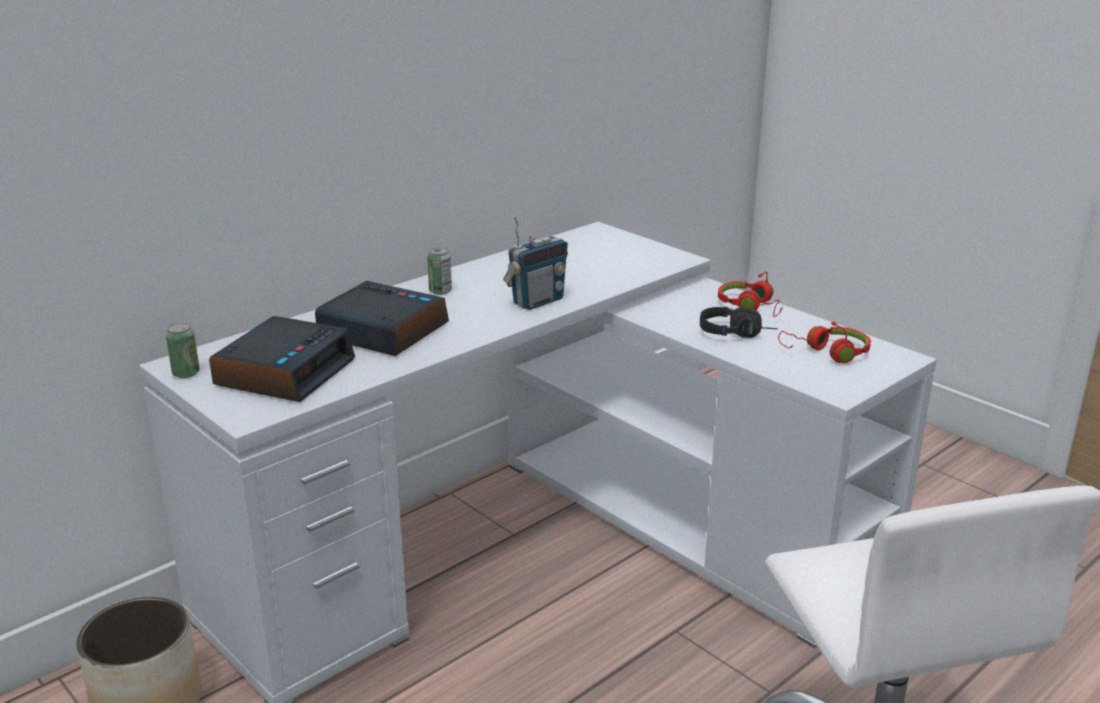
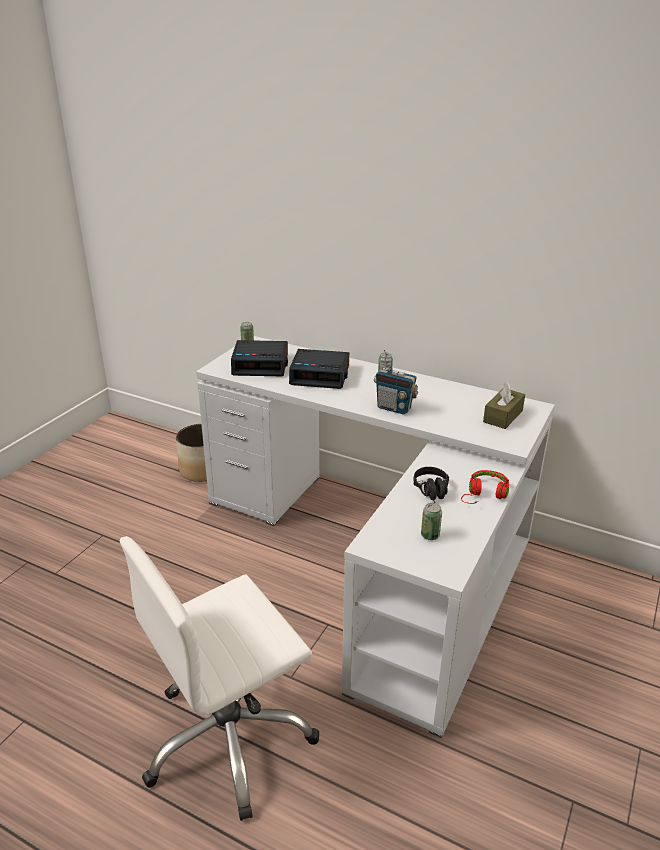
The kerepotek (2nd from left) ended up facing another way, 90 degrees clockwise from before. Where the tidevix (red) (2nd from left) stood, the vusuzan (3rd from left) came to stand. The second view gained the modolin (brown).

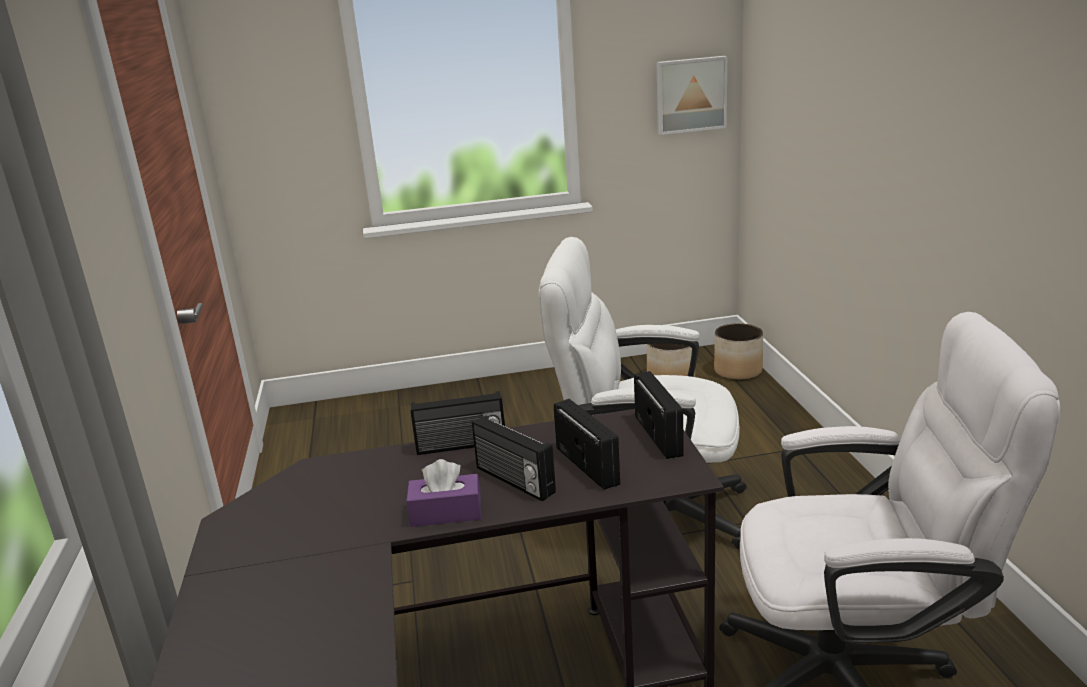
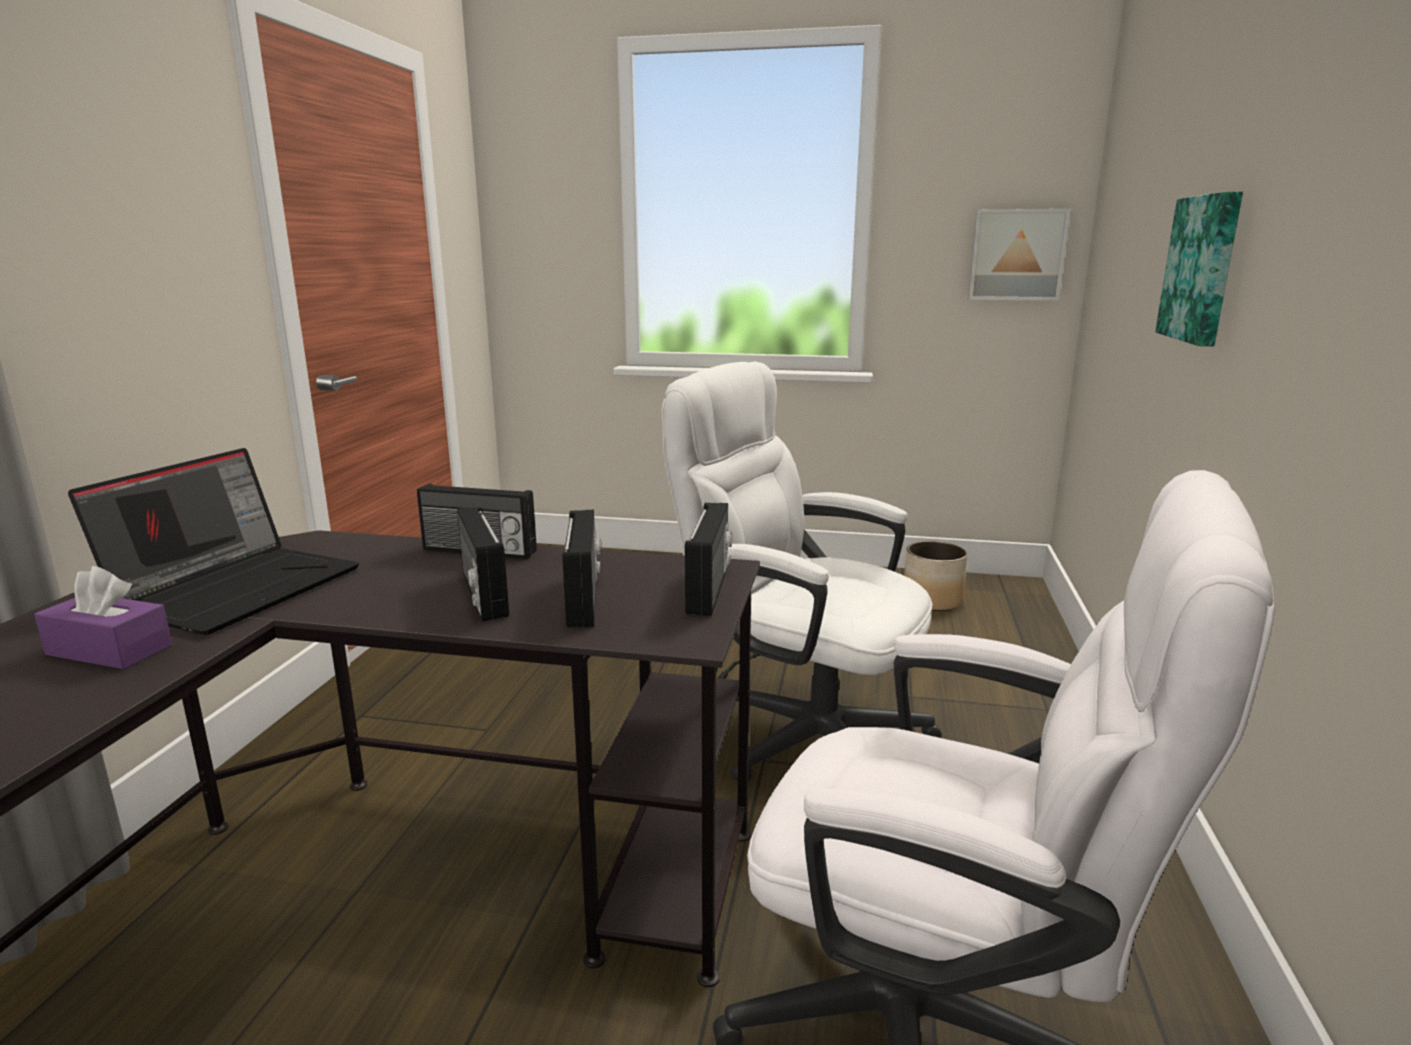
The second view lost the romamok (2nd from left). The modolin (purple) ended up elsewhere. The second view gained the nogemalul (2nd from left). The second view gained the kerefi.

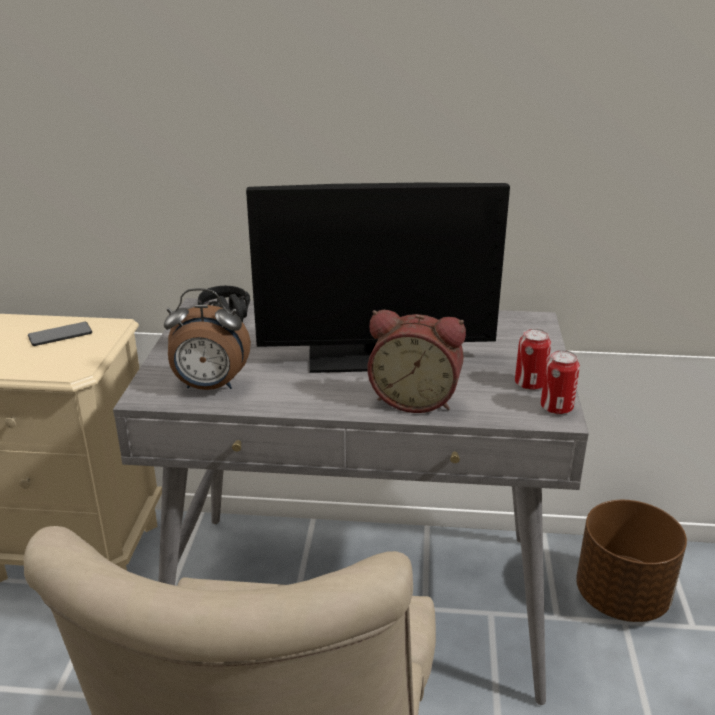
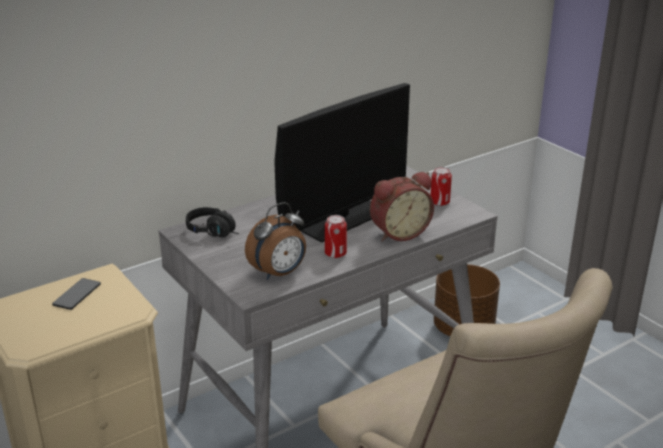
The vusuzan (2nd from left in the first image) ended up elsewhere.

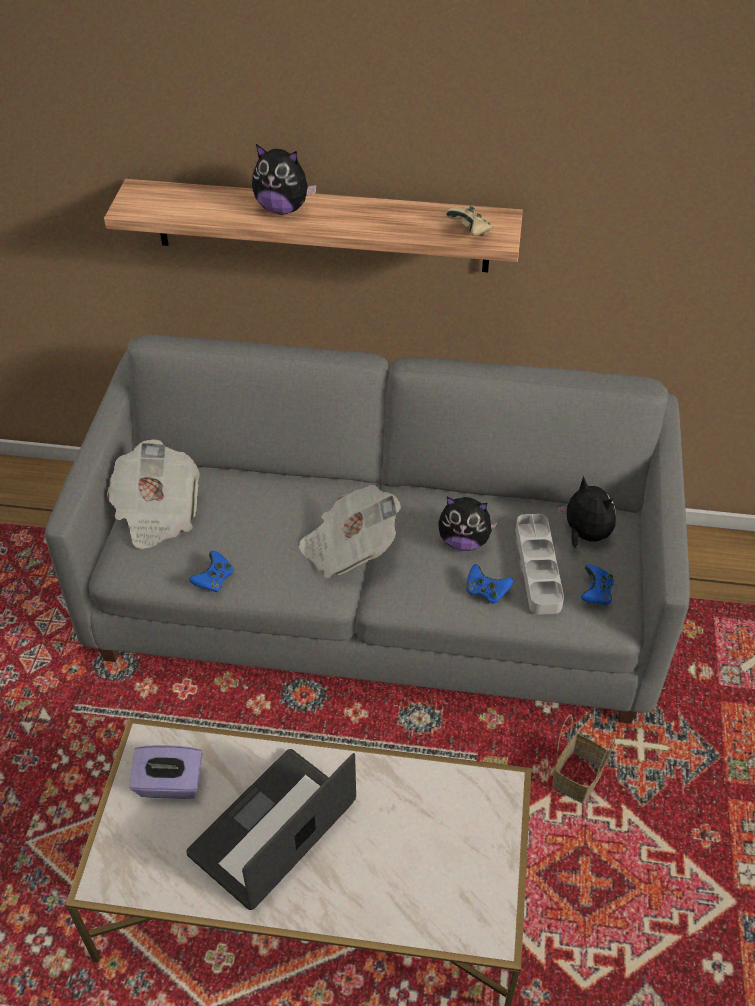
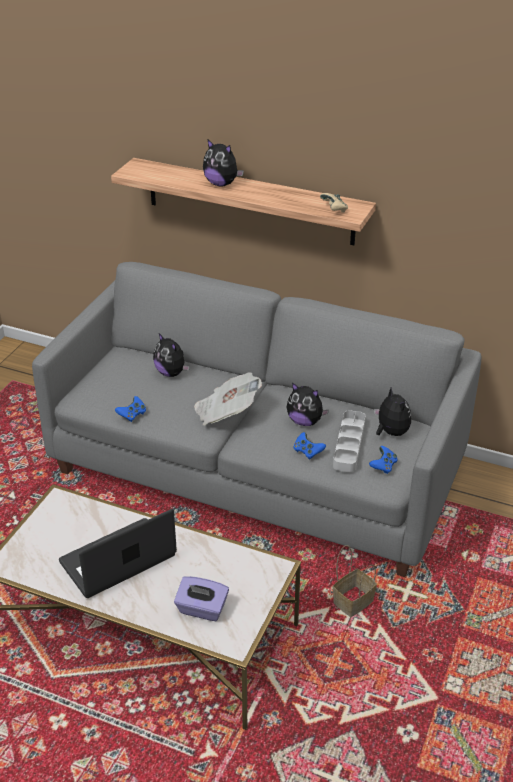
The second view lost the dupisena (1st from left). The modolin (purple) ended up elsewhere. The second view gained the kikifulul (1st from left).

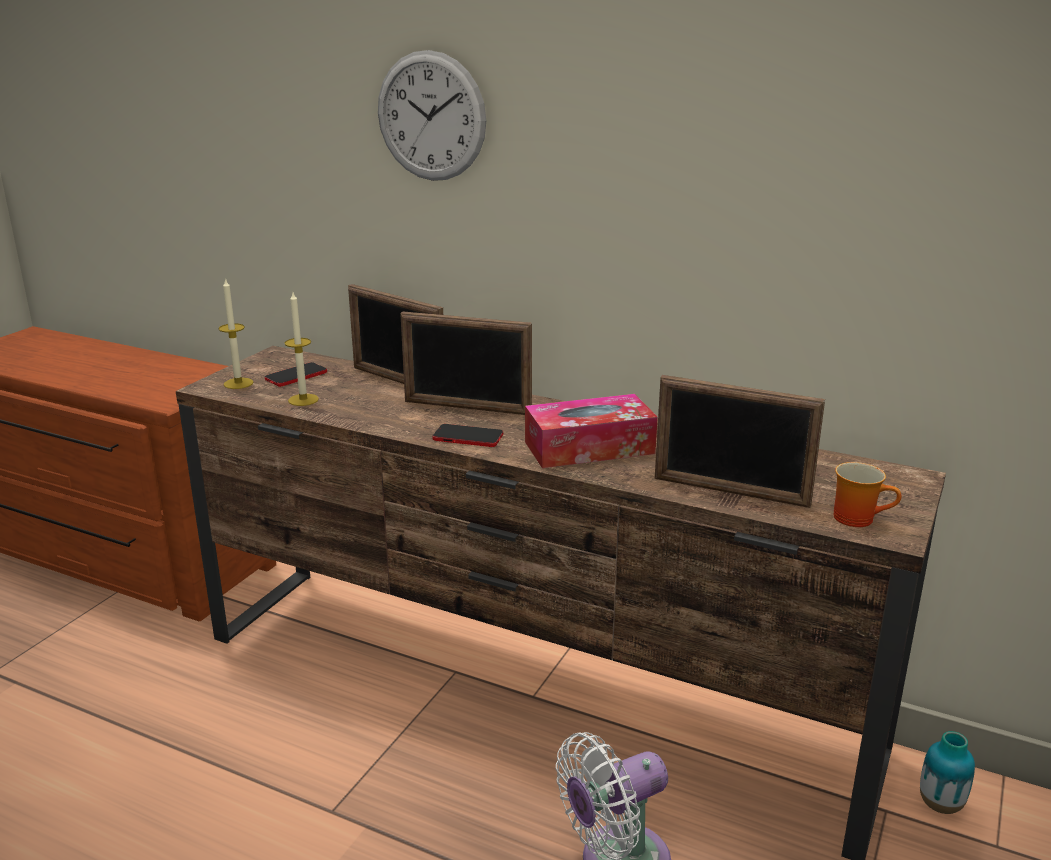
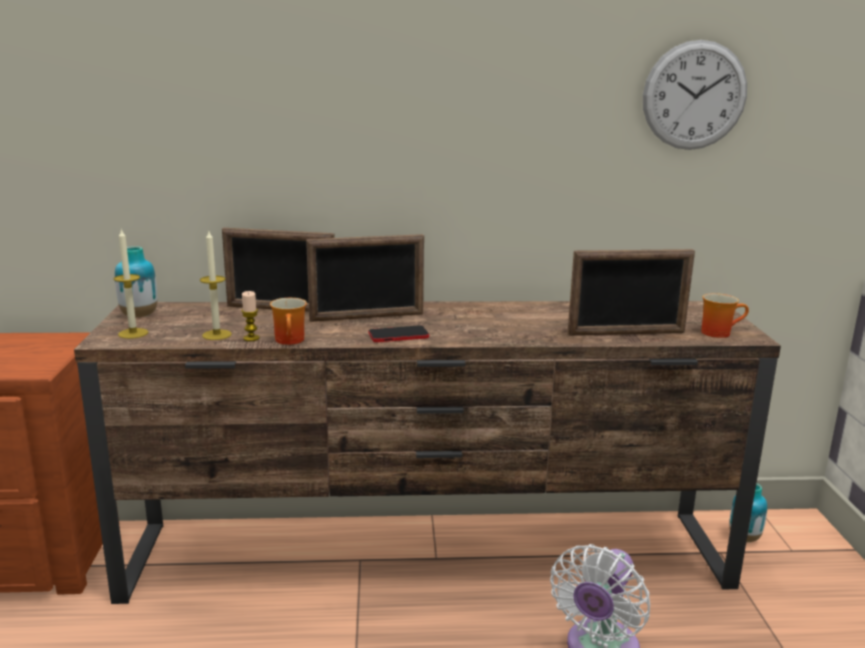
The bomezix ended up elsewhere. The second view lost the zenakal (1st from left). The second view lost the modolin. The second view gained the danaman (1st from left). The second view gained the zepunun (3rd from left). The second view gained the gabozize (1st from left).

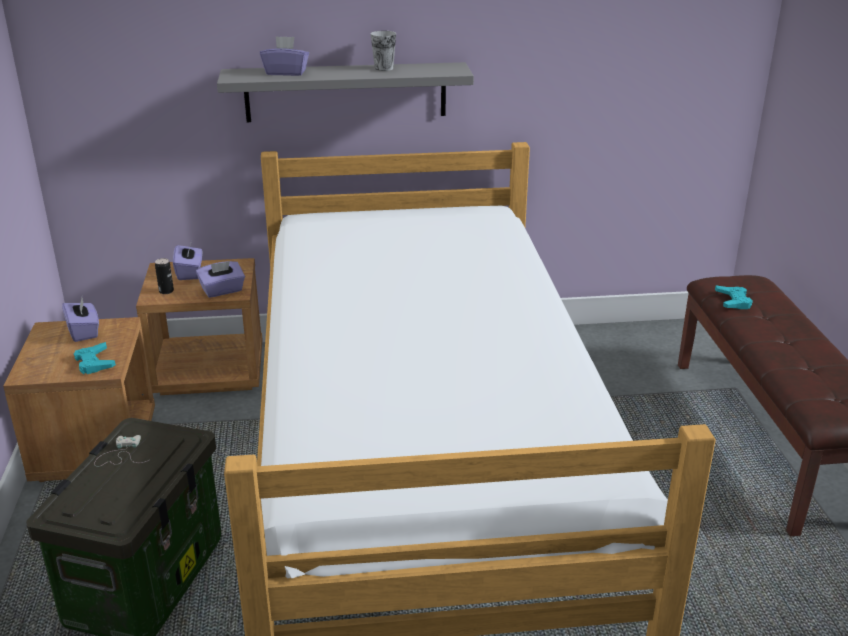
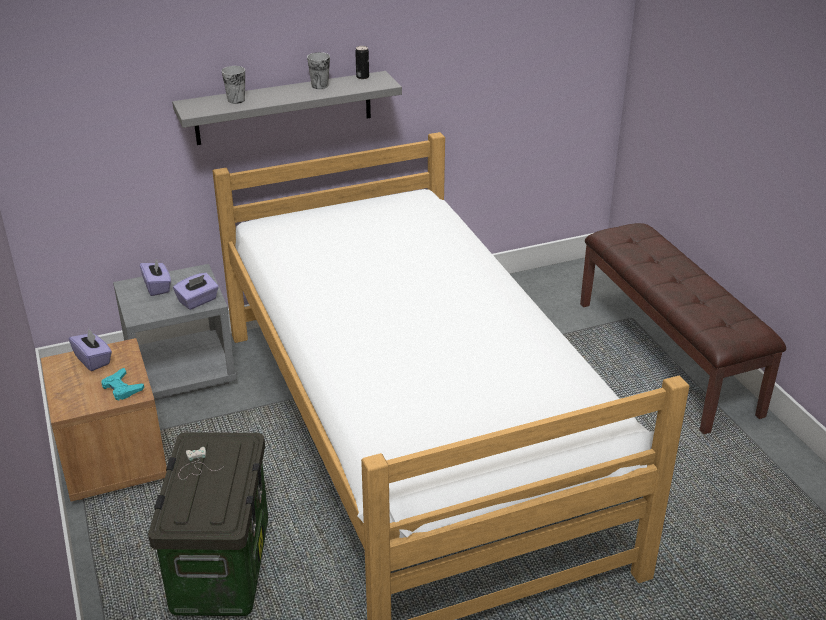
Where the modolin (purple) (4th from left) stood, the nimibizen (1st from left) came to stand. What was the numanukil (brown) (2nd from left) turned into the numanukil (grey). The vusuzan ended up elsewhere. The second view lost the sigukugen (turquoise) (2nd from left).

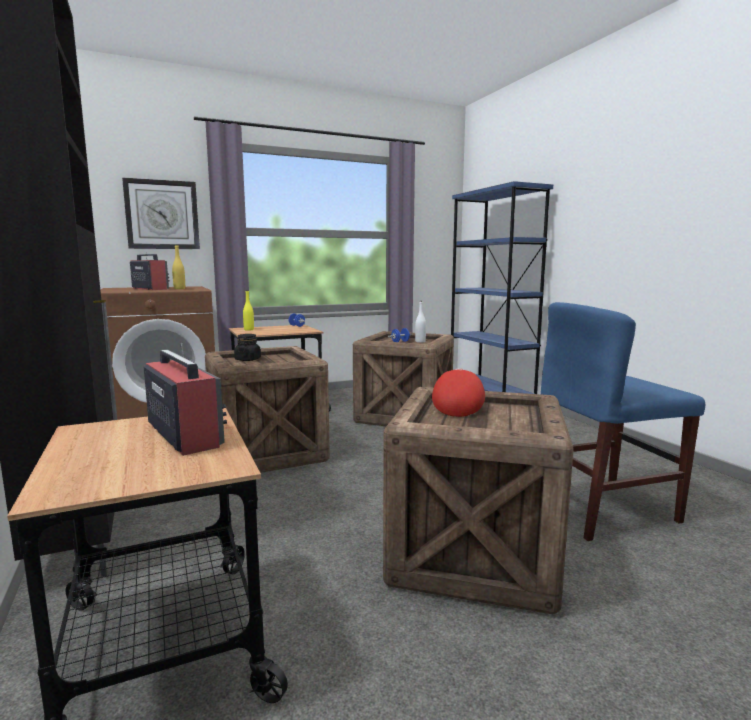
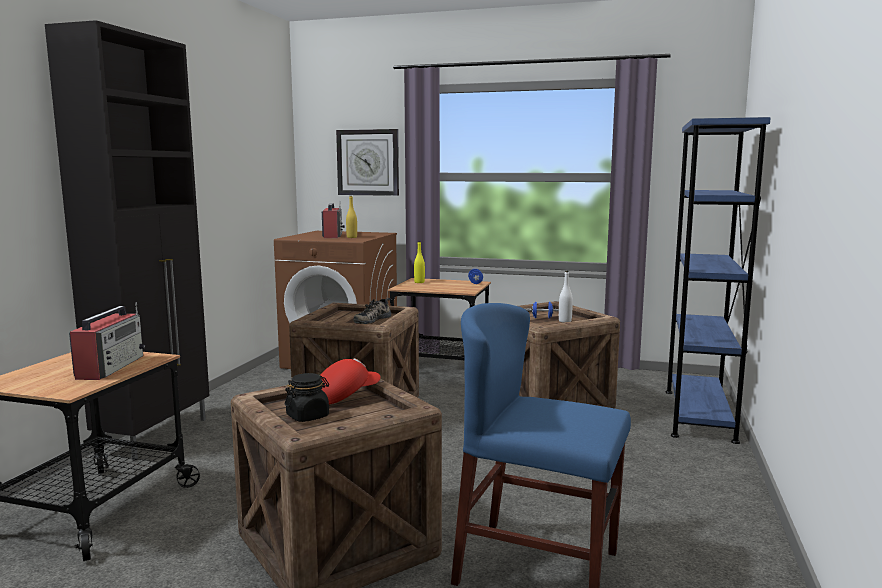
The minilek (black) ended up elsewhere. The second view gained the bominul.

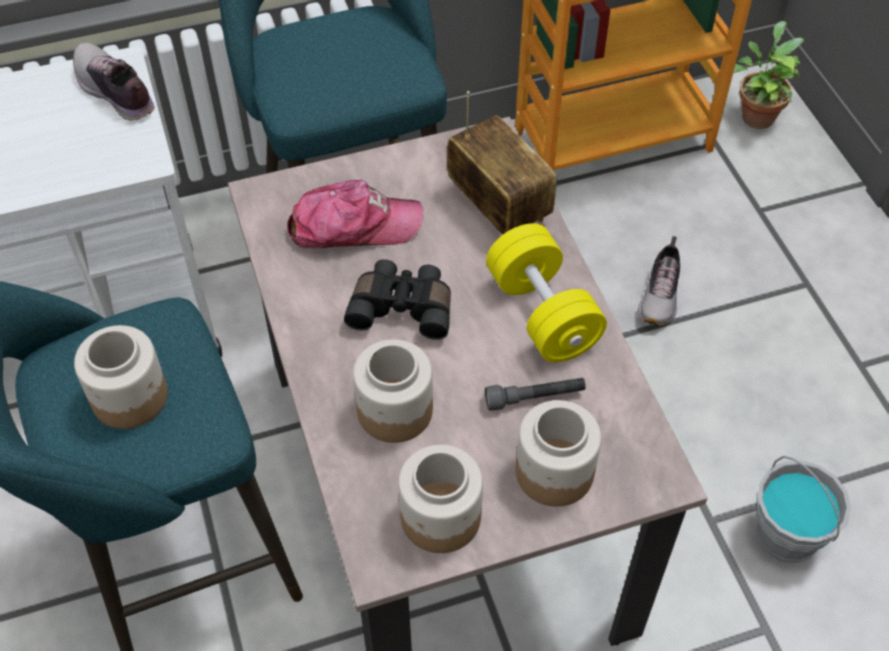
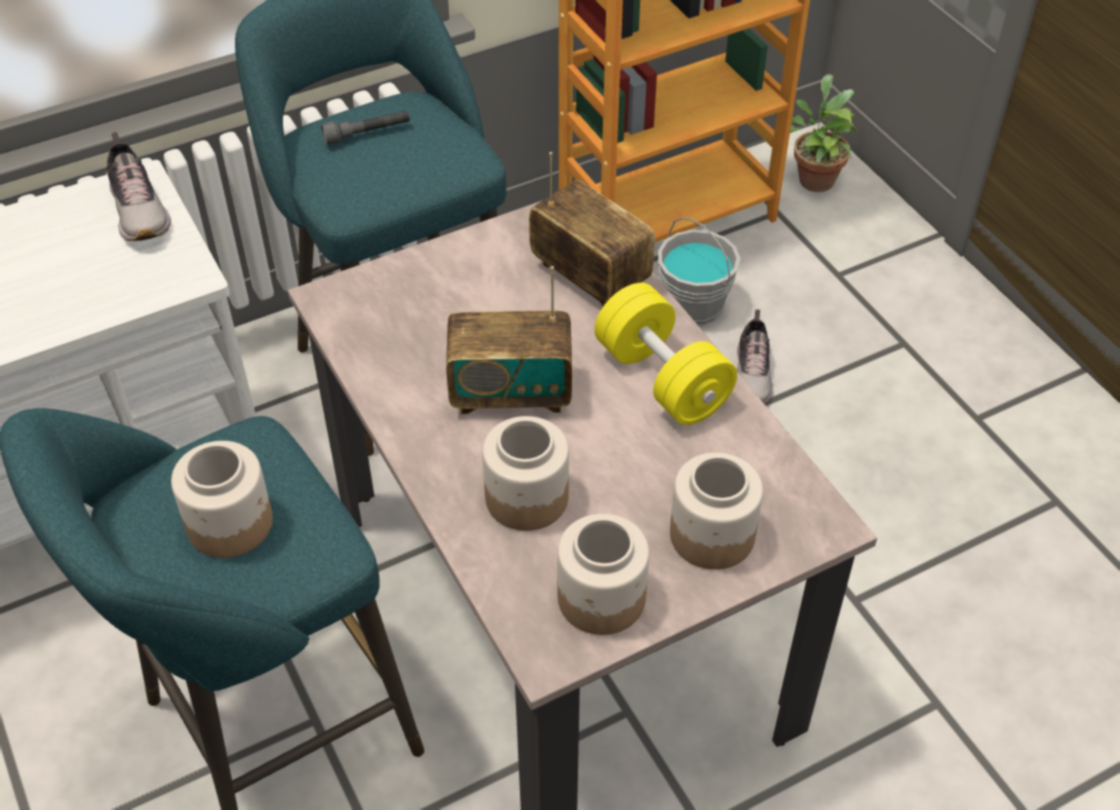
The bominul (1st from left) ended up facing another way, 150 degrees counterclockwise from before. The second view lost the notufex. Where the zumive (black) stood, the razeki (1st from left) came to stand. The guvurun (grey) ended up elsewhere. The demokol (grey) ended up elsewhere.

